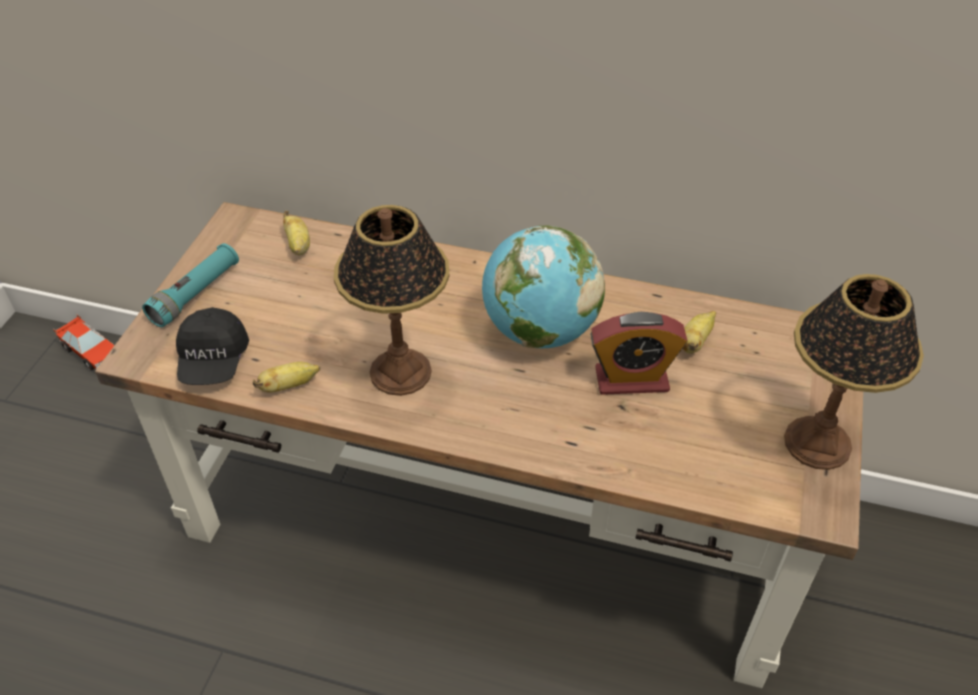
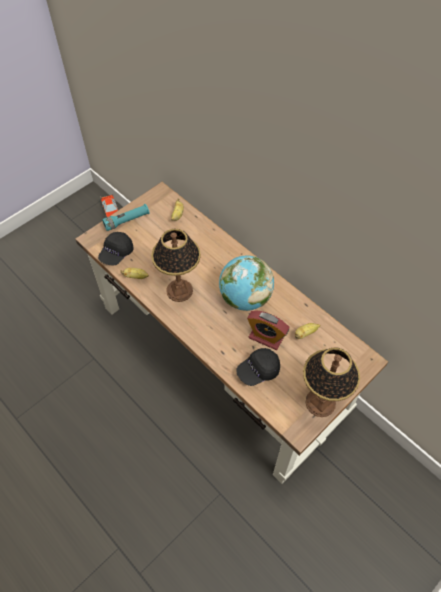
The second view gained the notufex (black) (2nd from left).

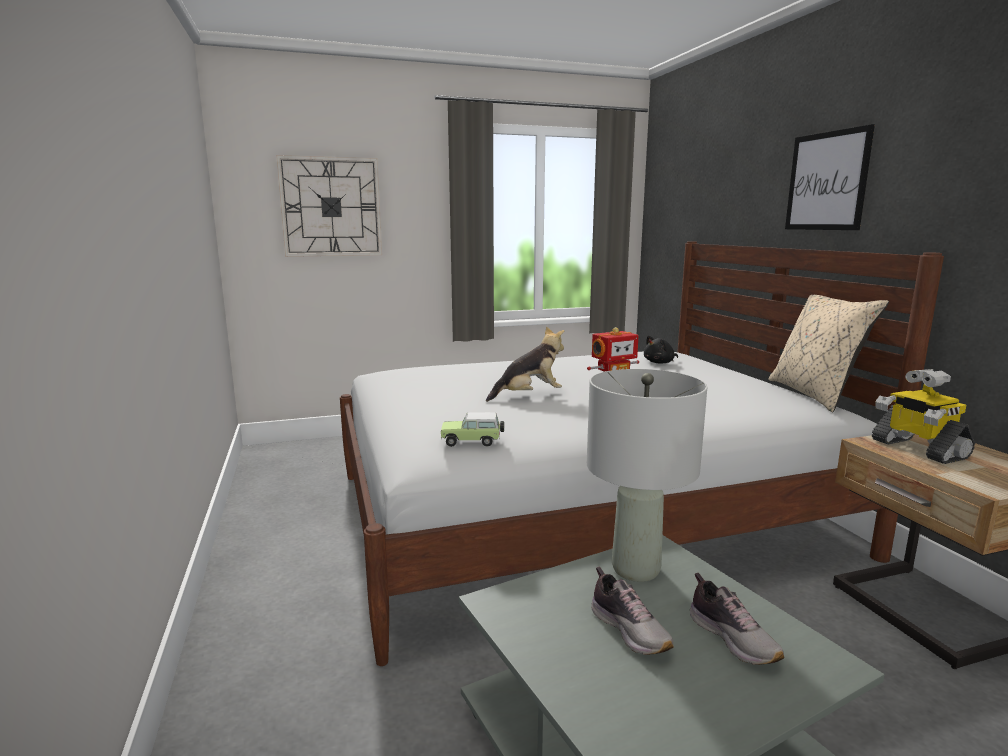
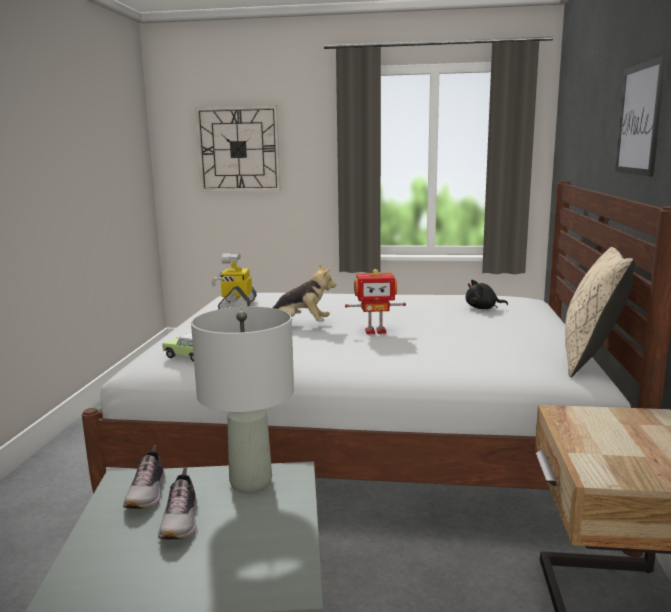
The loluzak (2nd from left in the first image) ended up elsewhere. The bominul (2nd from left in the first image) ended up elsewhere.

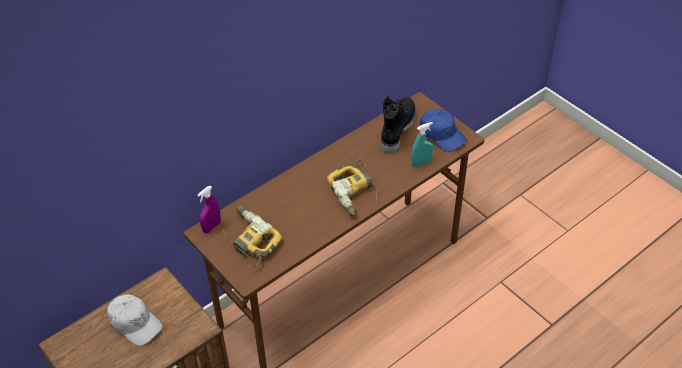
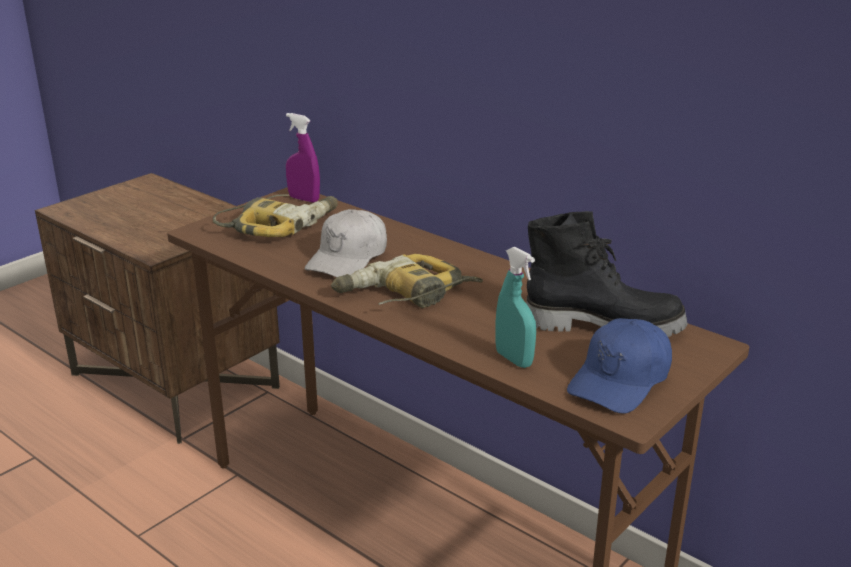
The notufex (white) ended up elsewhere.

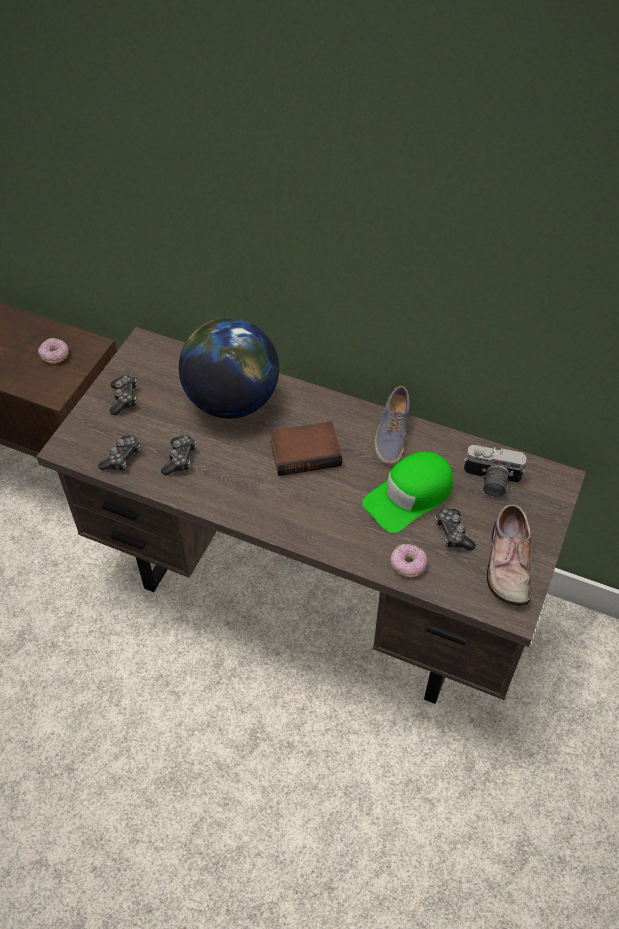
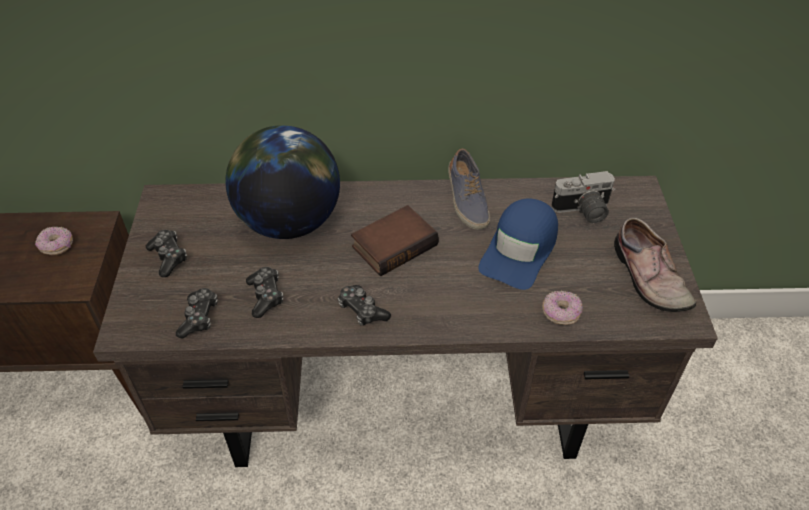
What was the notufex (green) turned into the notufex (blue). The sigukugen (4th from left) ended up elsewhere.

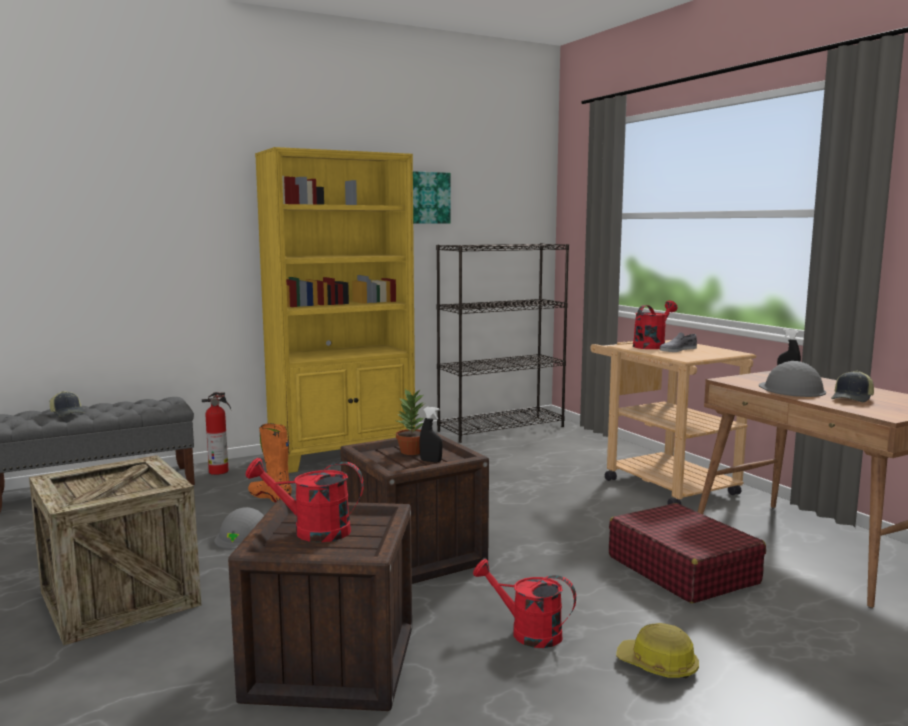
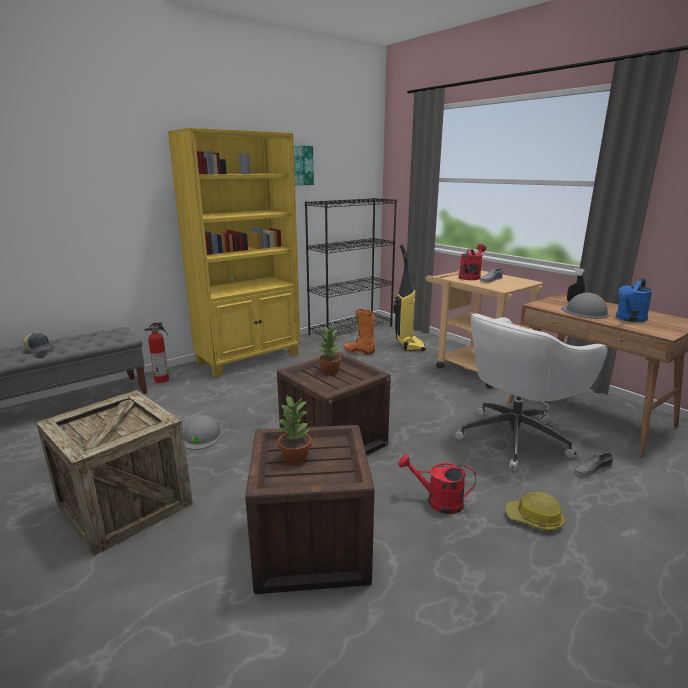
Where the notufex (2nd from left) stood, the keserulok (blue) came to stand. The second view lost the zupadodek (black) (1st from left). The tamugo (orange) ended up elsewhere. Where the keserulok (red) (1st from left) stood, the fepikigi (1st from left) came to stand. Where the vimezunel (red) stood, the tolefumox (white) came to stand. The second view gained the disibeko. The second view gained the bominul (grey) (2nd from left).

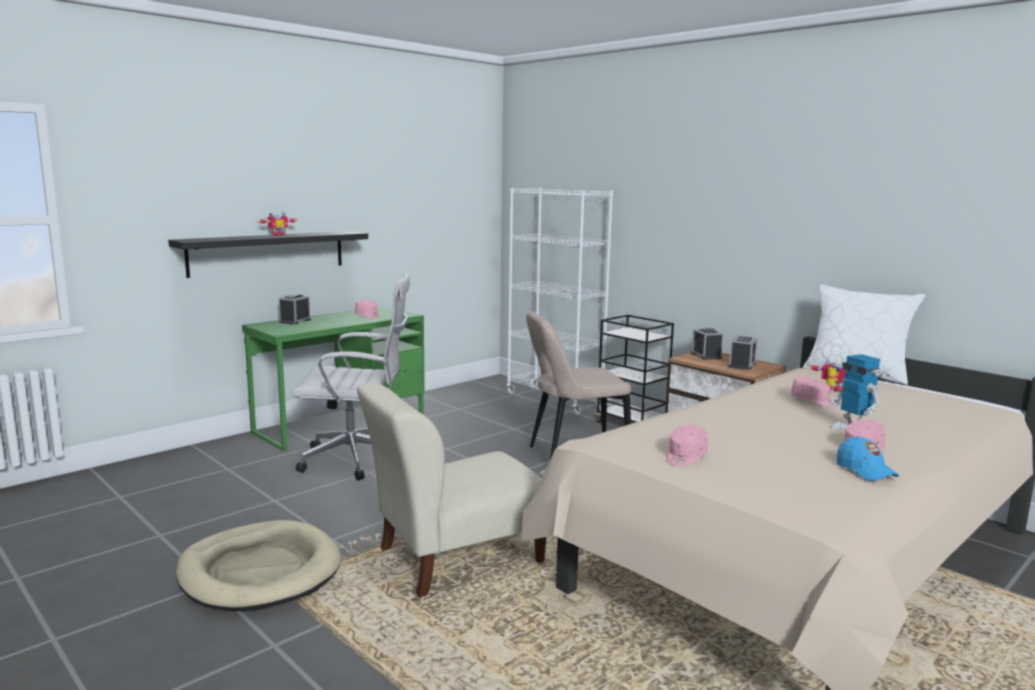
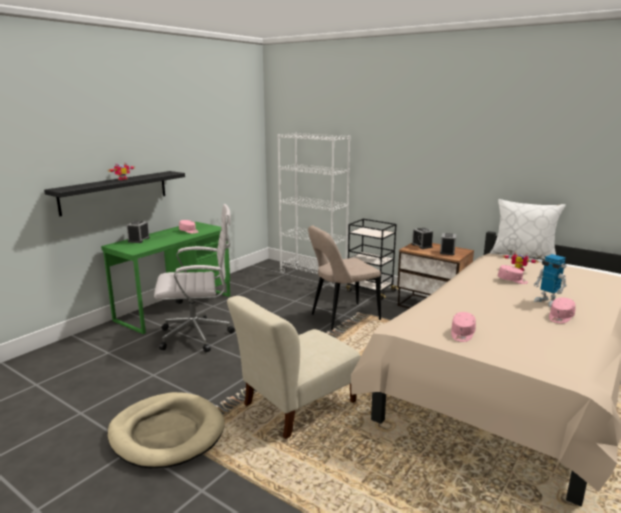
The second view lost the notufex (blue).

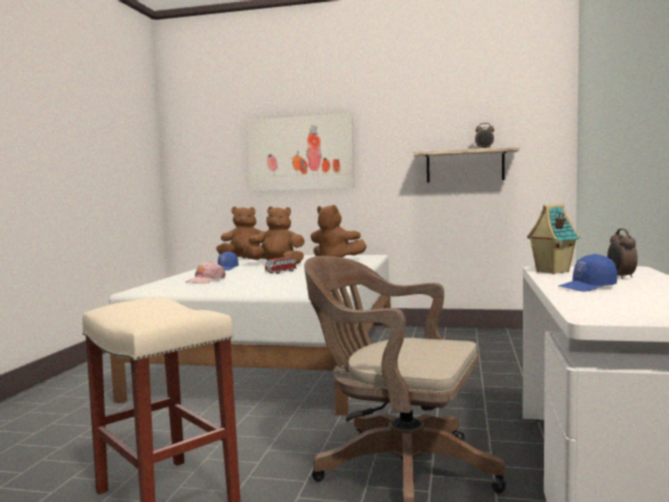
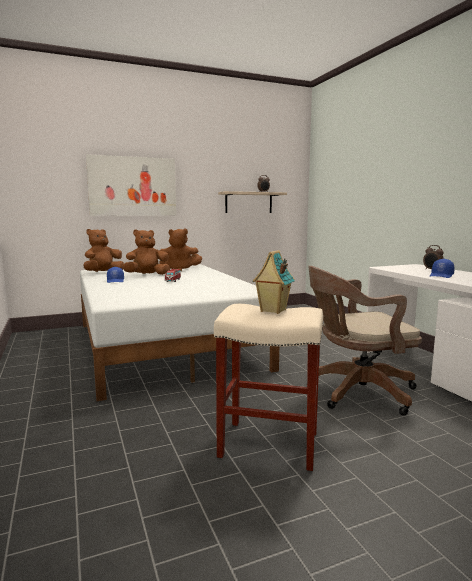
The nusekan ended up elsewhere. The second view lost the notufex (pink).

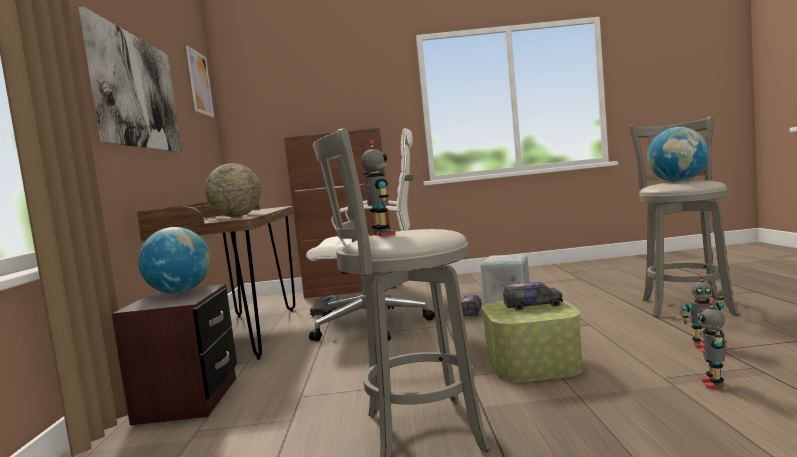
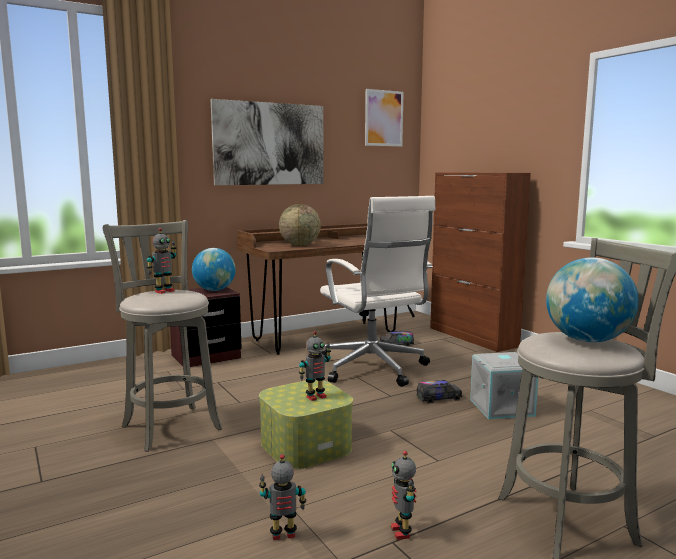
Where the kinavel (3rd from left) stood, the loluzak (3rd from left) came to stand.

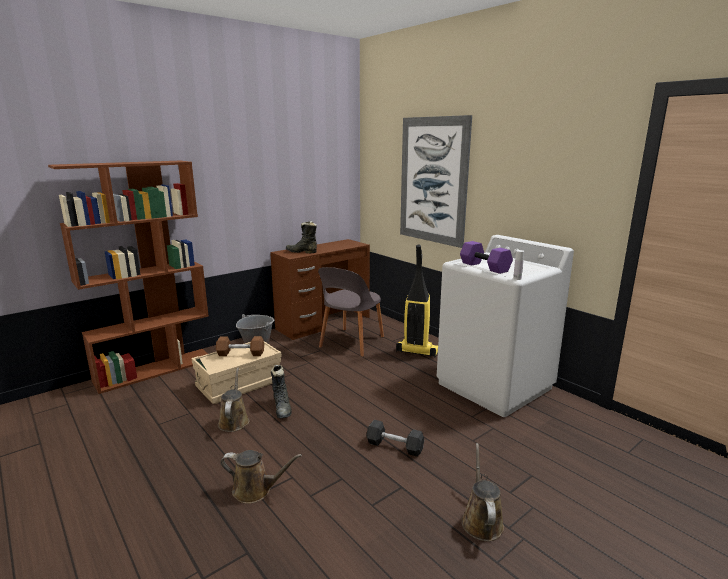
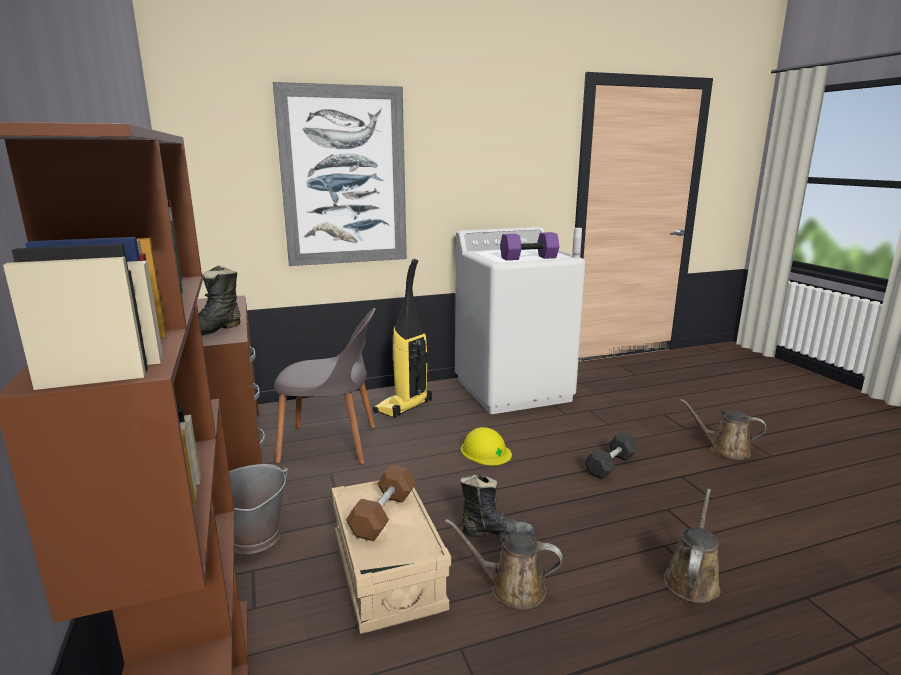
The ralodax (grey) ended up facing another way, 45 degrees counterclockwise from before. The second view gained the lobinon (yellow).

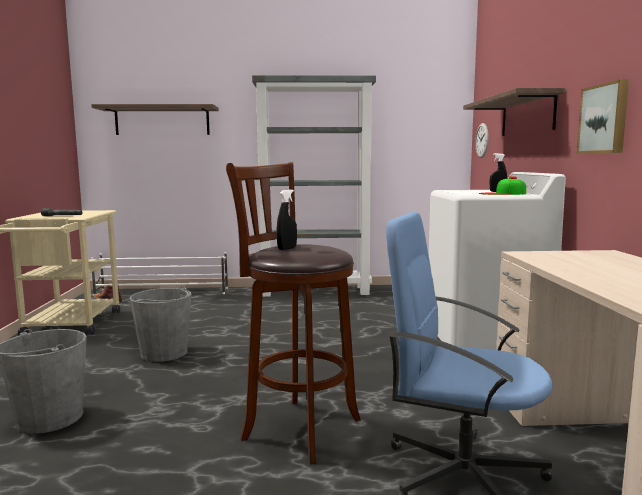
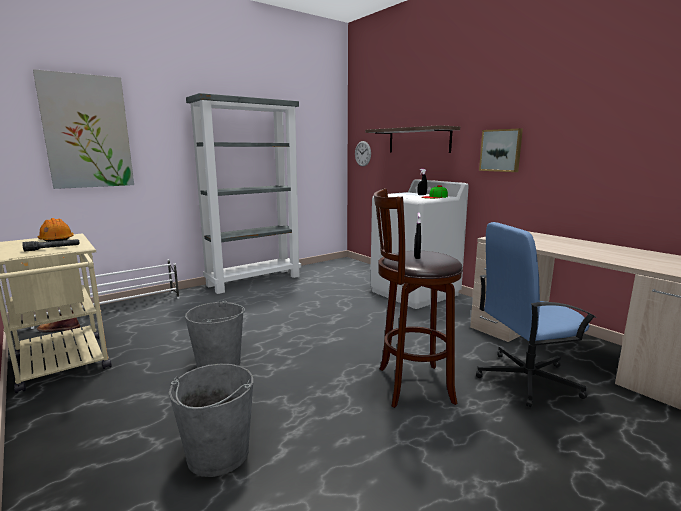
Where the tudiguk (1st from left) hung, the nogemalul (1st from left) came to hang. The second view gained the lobinon (orange).

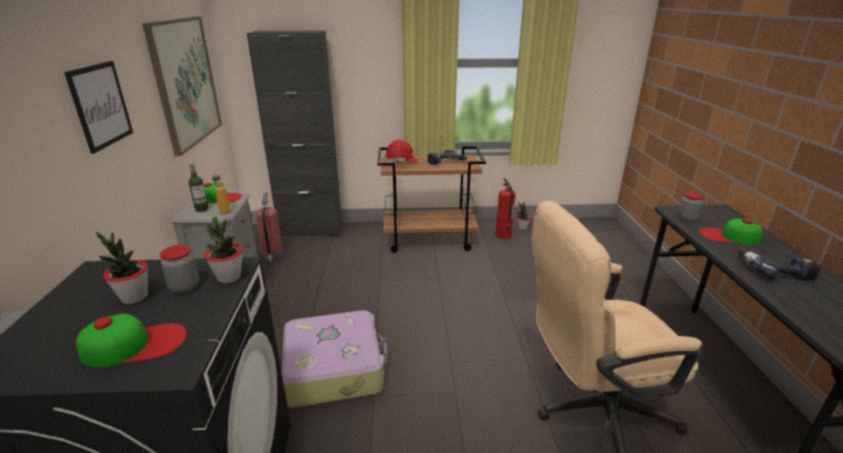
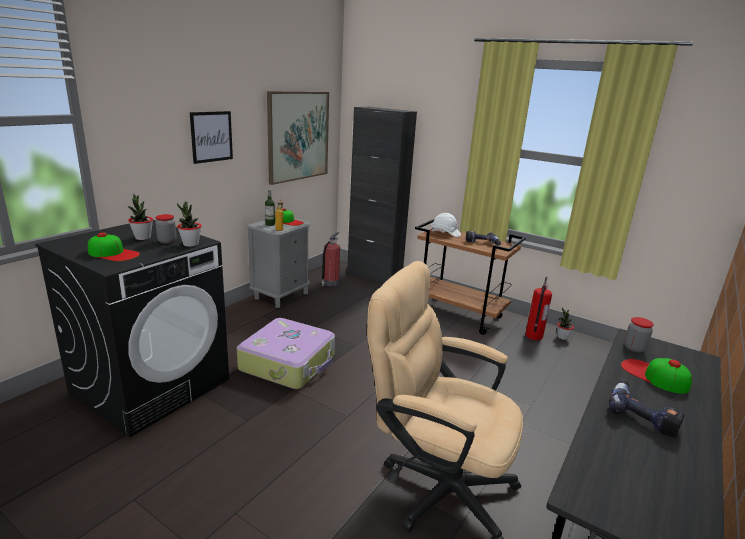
What was the lobinon (red) turned into the lobinon (white).

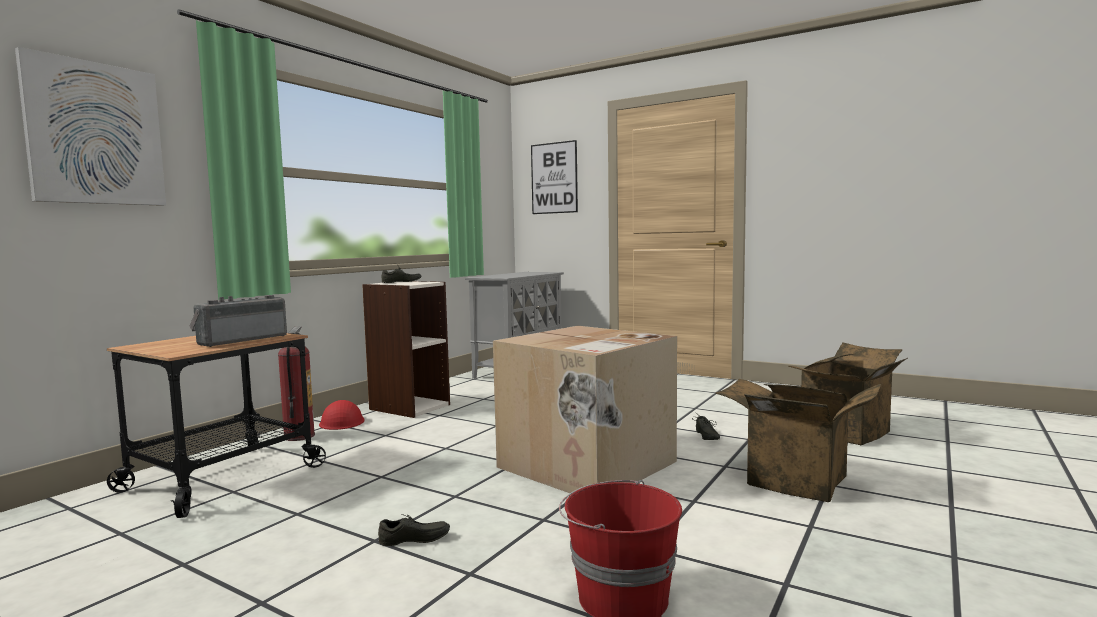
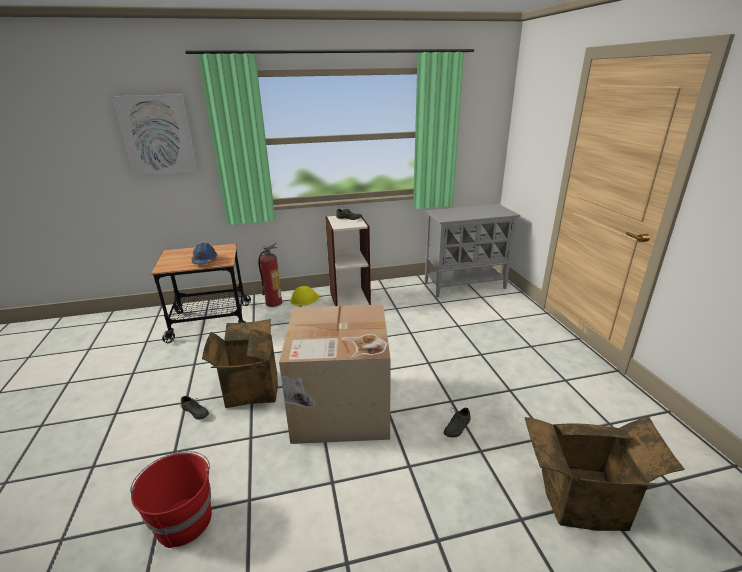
The second view lost the nogemalul (2nd from left). Where the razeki stood, the lobinon (blue) came to stand. The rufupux (2nd from left in the first image) ended up elsewhere. What was the lobinon (red) turned into the lobinon (yellow).

